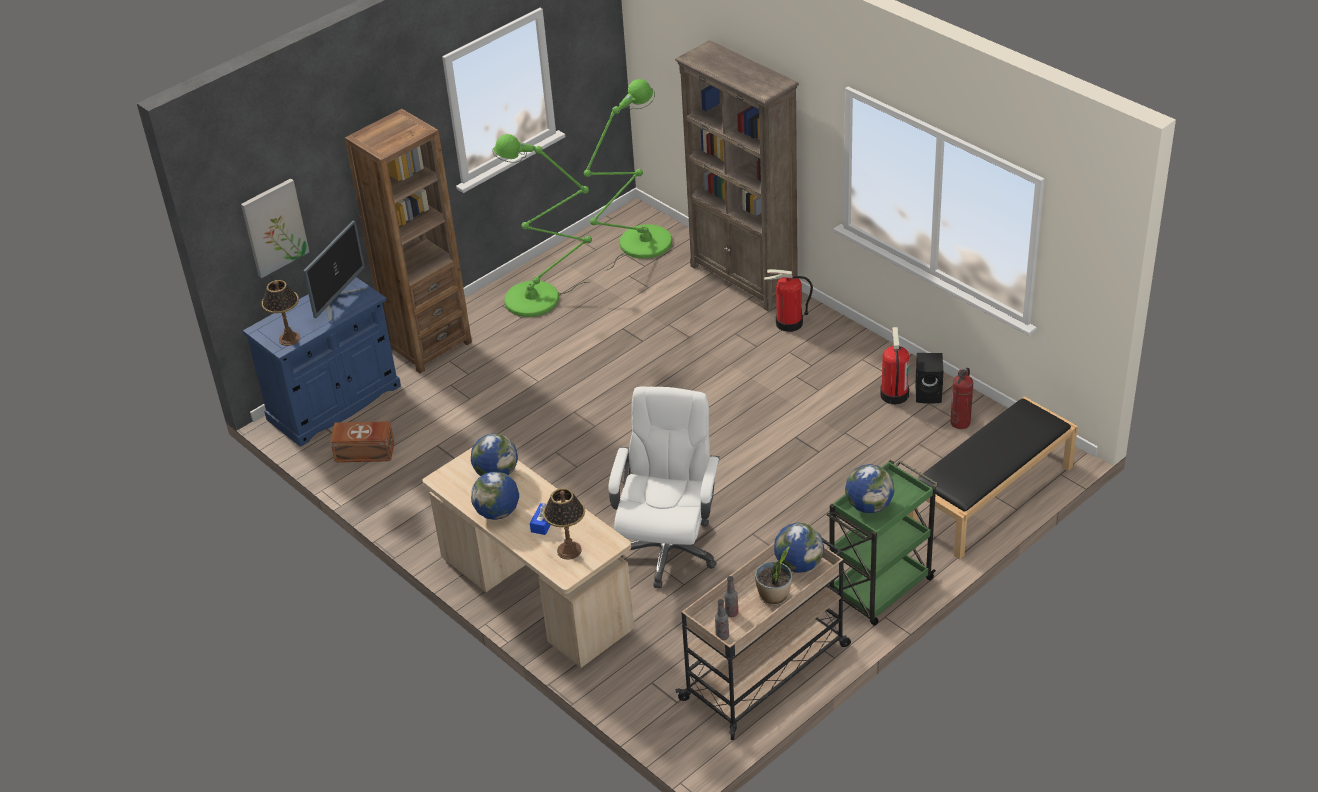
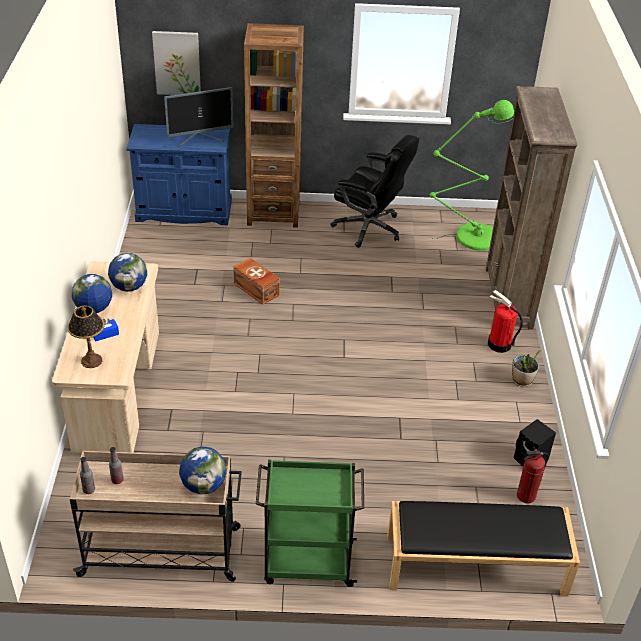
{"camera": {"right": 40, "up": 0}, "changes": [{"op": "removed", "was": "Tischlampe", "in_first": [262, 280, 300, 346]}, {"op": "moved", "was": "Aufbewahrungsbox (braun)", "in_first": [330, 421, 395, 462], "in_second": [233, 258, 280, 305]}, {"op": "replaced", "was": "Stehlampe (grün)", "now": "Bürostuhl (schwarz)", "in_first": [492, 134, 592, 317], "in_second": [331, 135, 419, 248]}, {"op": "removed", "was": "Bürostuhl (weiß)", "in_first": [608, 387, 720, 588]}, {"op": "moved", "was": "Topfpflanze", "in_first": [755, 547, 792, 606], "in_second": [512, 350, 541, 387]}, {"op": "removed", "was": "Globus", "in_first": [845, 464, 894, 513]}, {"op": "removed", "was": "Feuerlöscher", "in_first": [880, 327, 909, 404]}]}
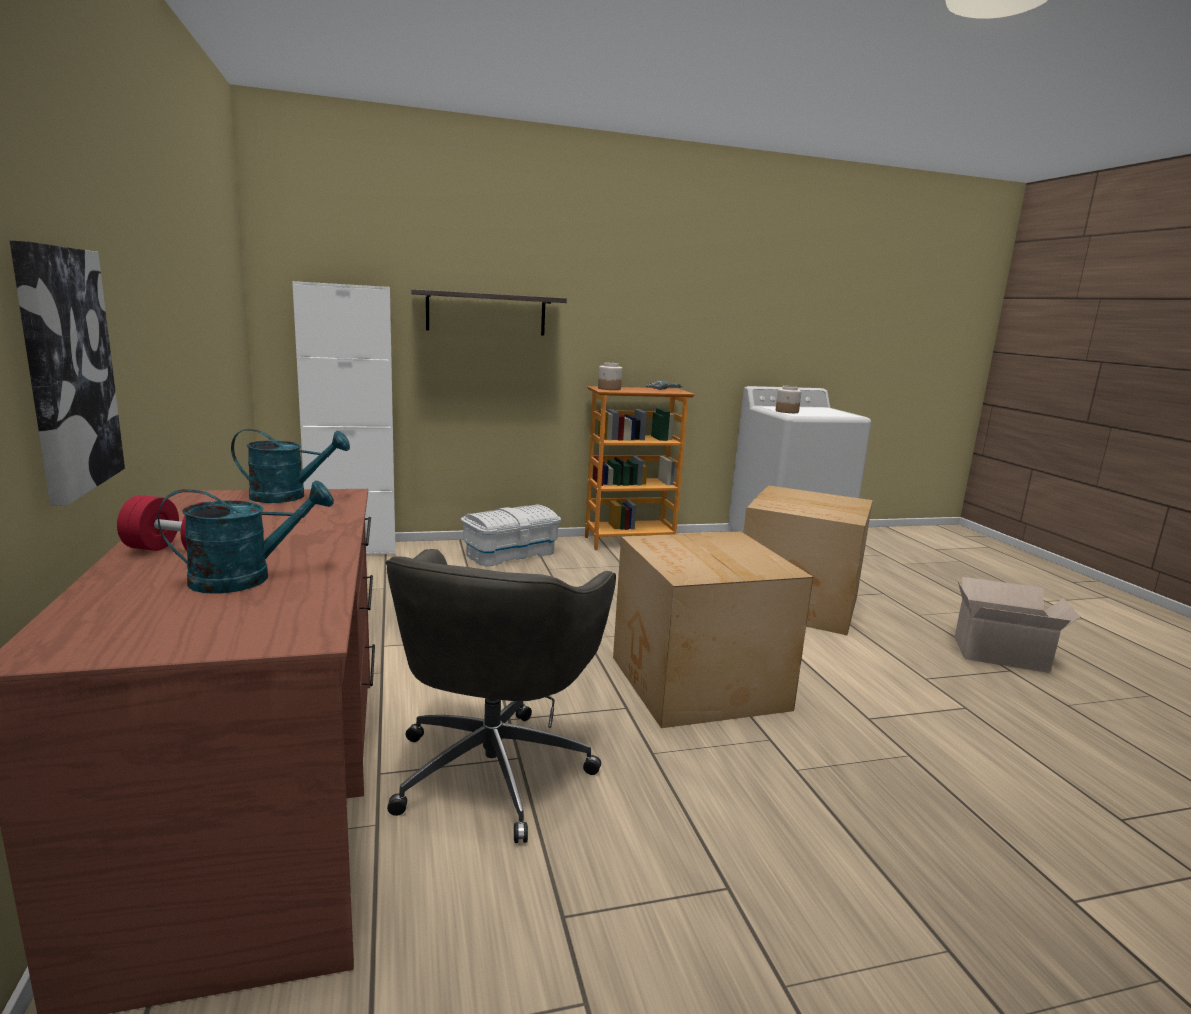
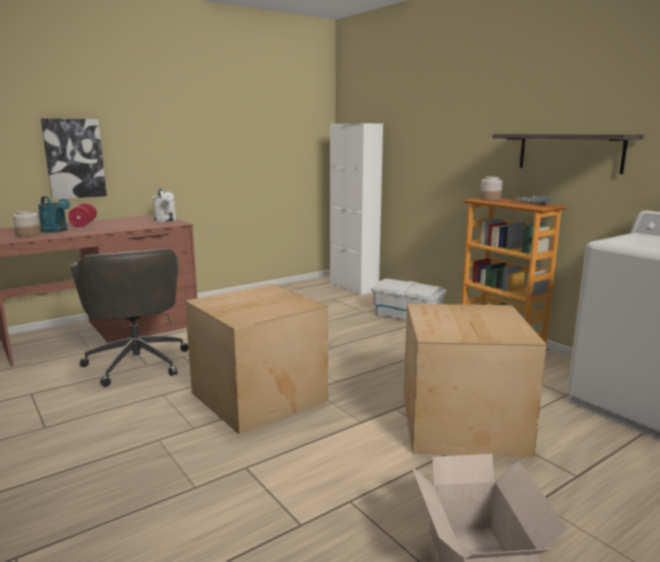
{"camera": {"right": 70, "up": 0}, "changes": [{"op": "recoloured", "was": "Gießkanne (türkis)", "now": "Gießkanne (weiß)", "in_first": [231, 429, 350, 503], "in_second": [152, 189, 176, 222]}, {"op": "turned", "was": "Bürostuhl (grau)", "in_first": [385, 549, 616, 843], "in_second": [70, 248, 188, 387], "clockwise": -105}, {"op": "moved", "was": "Wandregal", "in_first": [411, 289, 567, 336], "in_second": [492, 134, 644, 174]}, {"op": "moved", "was": "Vorratsglas", "in_first": [776, 386, 802, 413], "in_second": [13, 210, 40, 237]}]}
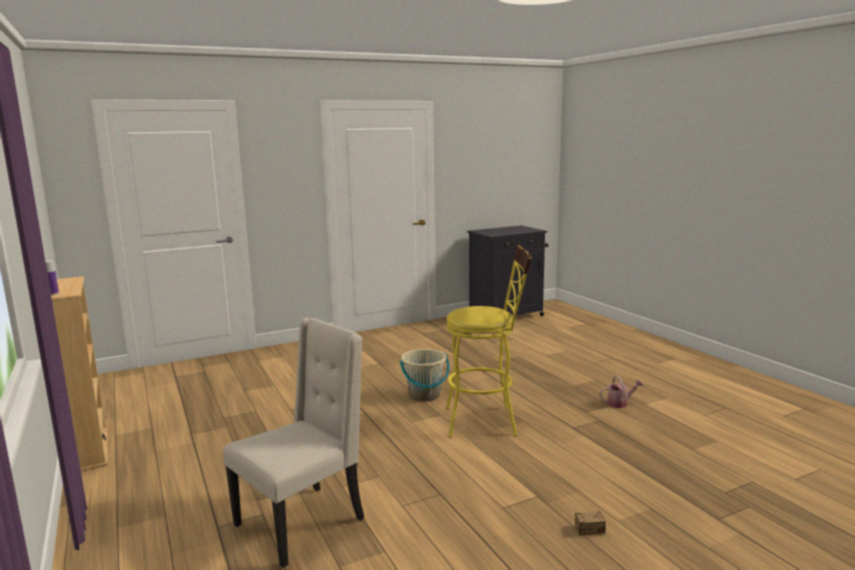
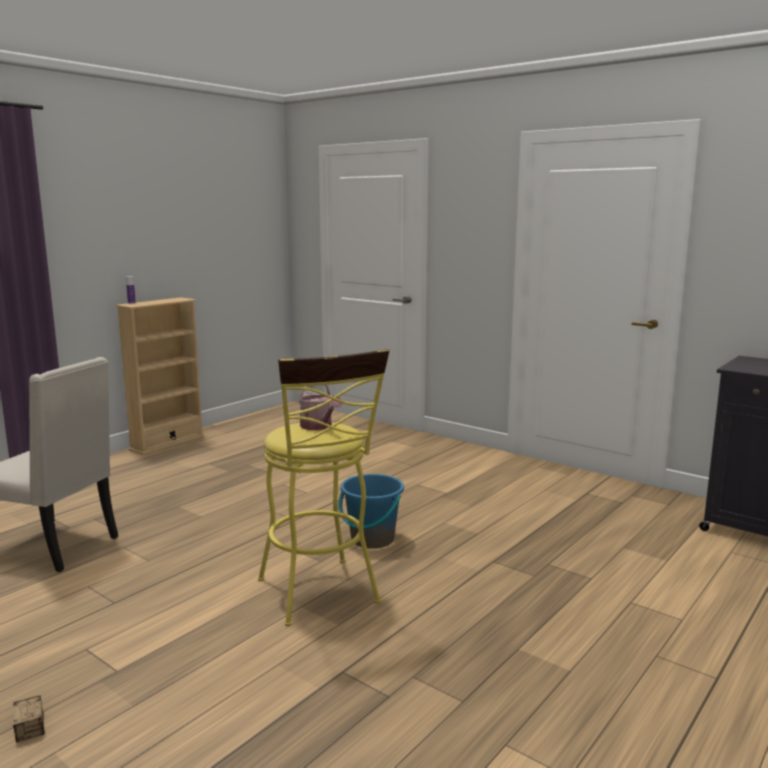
{"camera": {"right": 65, "up": 0}, "changes": [{"op": "recoloured", "was": "Eimer (beige)", "now": "Eimer (blau)", "in_first": [400, 349, 449, 401], "in_second": [338, 474, 404, 549]}, {"op": "moved", "was": "Gießkanne", "in_first": [600, 376, 643, 408], "in_second": [299, 385, 342, 430]}]}
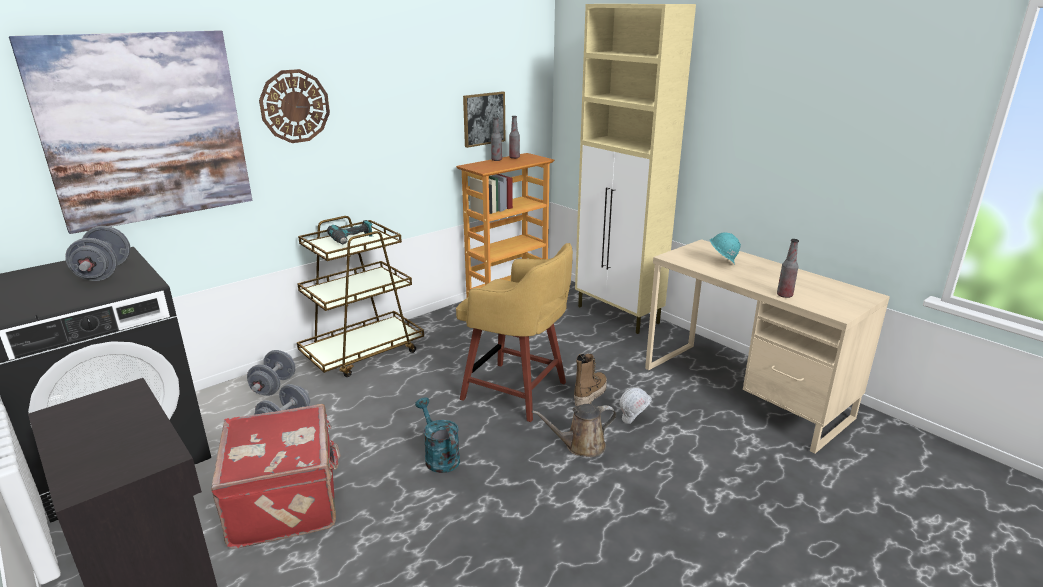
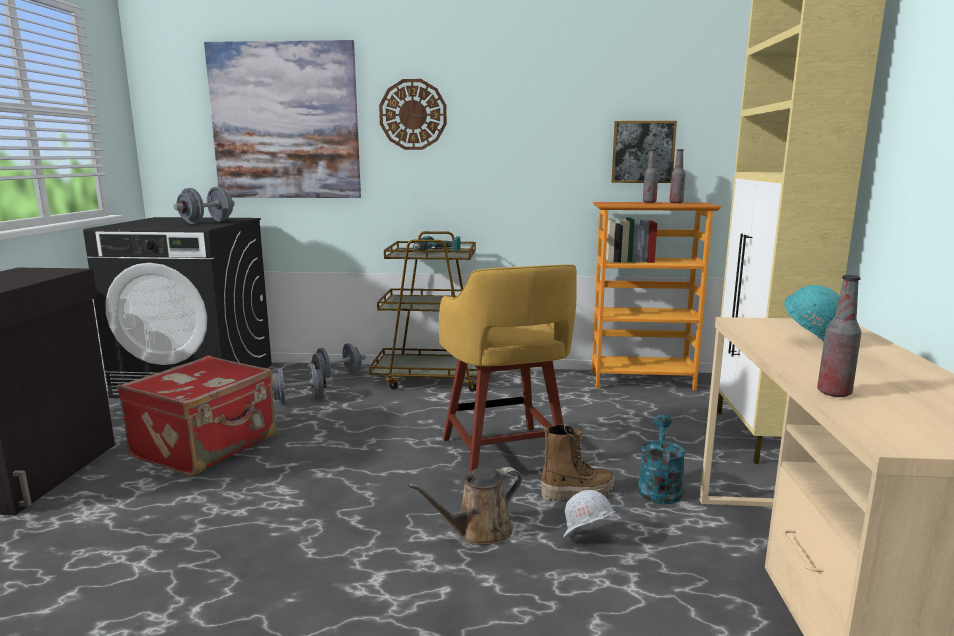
{"camera": {"right": 45, "up": -10}, "changes": [{"op": "moved", "was": "Gießkanne (türkis)", "in_first": [415, 397, 460, 473], "in_second": [638, 415, 686, 504]}, {"op": "turned", "was": "Gießkanne (braun)", "in_first": [532, 404, 616, 457], "in_second": [408, 467, 522, 545], "clockwise": -60}]}
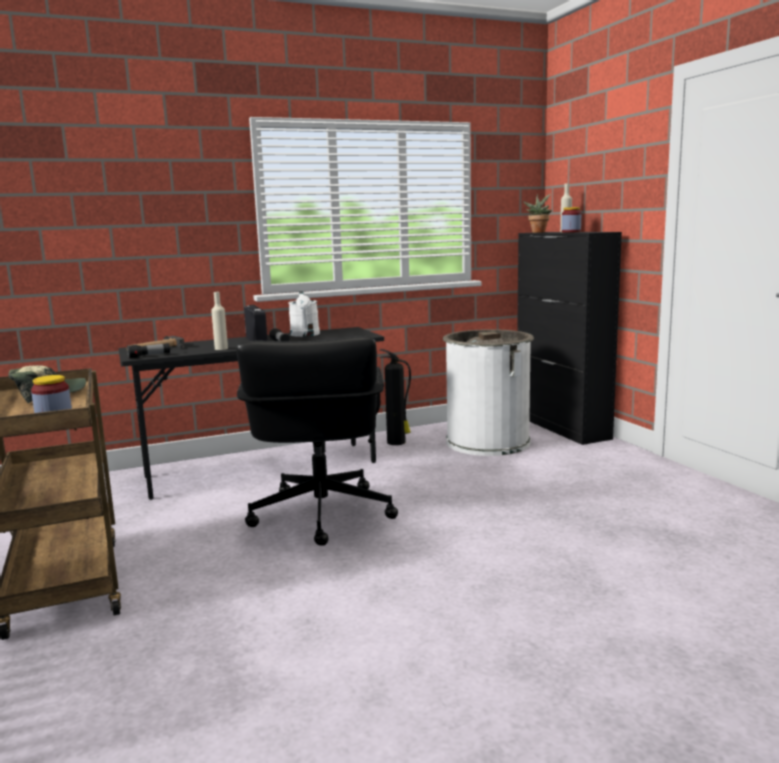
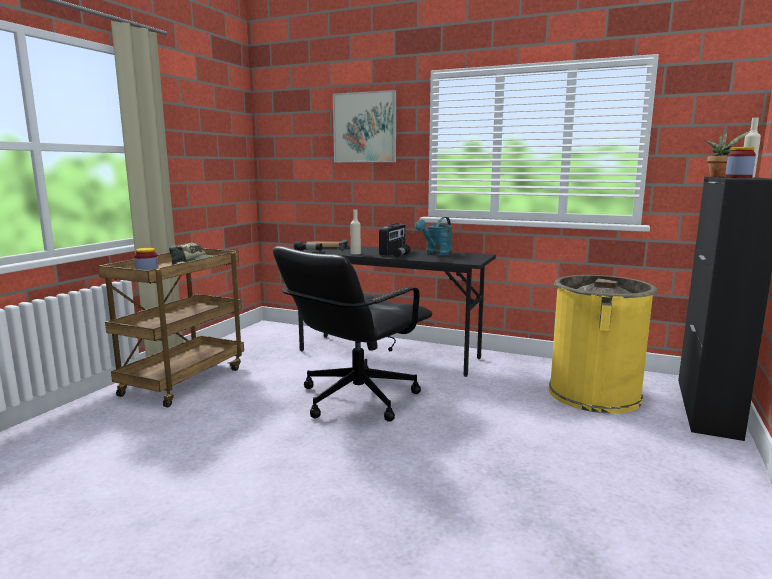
{"camera": {"right": 45, "up": 0}, "changes": [{"op": "recoloured", "was": "Gießkanne (weiß)", "now": "Gießkanne (türkis)", "in_first": [288, 291, 320, 337], "in_second": [415, 217, 452, 255]}, {"op": "removed", "was": "Feuerlöscher", "in_first": [379, 349, 411, 445]}, {"op": "recoloured", "was": "Mülleimer (weiß)", "now": "Mülleimer (gelb)", "in_first": [443, 329, 534, 456], "in_second": [549, 275, 657, 414]}, {"op": "added", "now": "Bild", "in_second": [333, 90, 396, 162]}]}
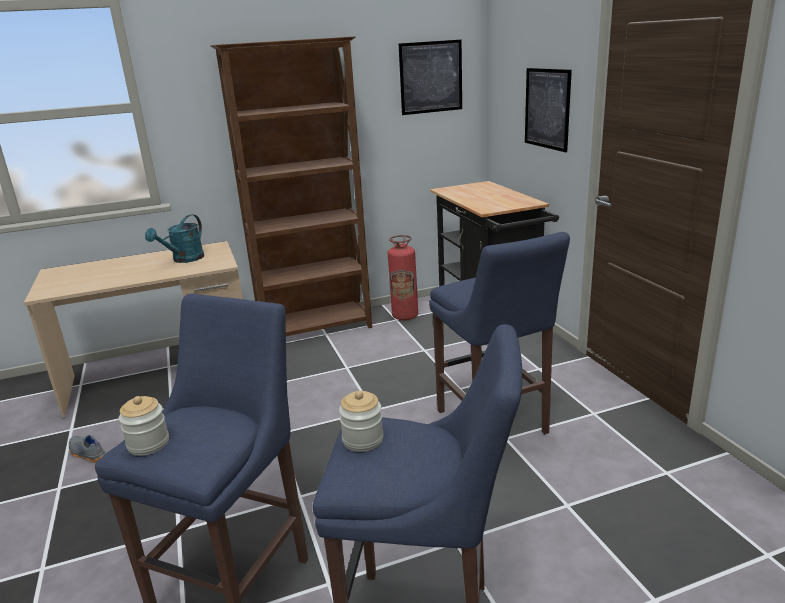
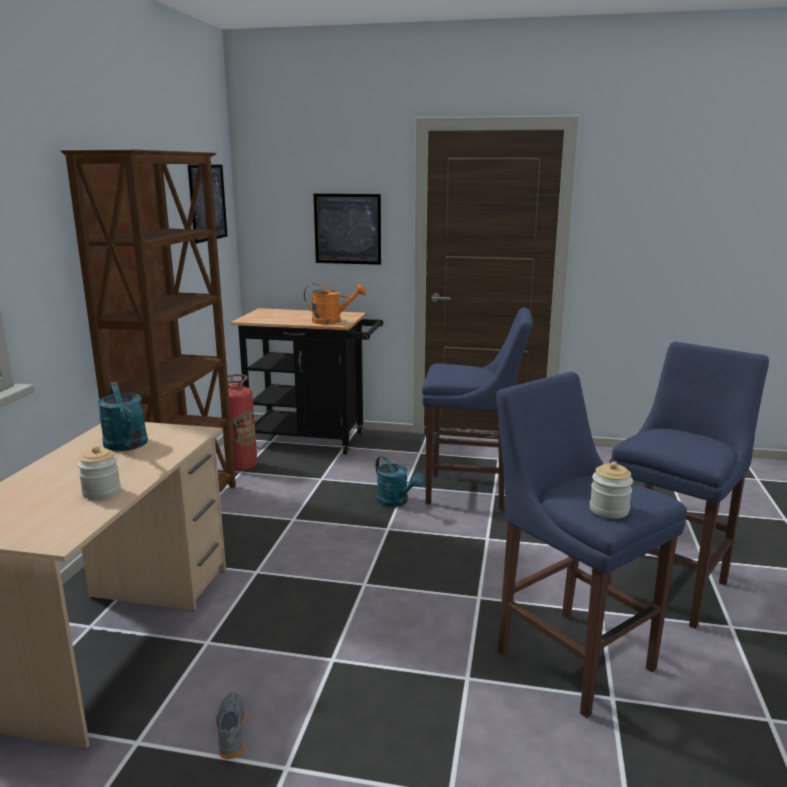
{"camera": {"right": -60, "up": -5}, "changes": [{"op": "turned", "was": "Schuh (grau)", "in_first": [69, 435, 106, 463], "in_second": [216, 692, 245, 759], "clockwise": 105}, {"op": "moved", "was": "Vorratsglas", "in_first": [339, 391, 383, 452], "in_second": [77, 446, 121, 500]}, {"op": "added", "now": "Gießkanne (orange)", "in_second": [304, 283, 366, 324]}, {"op": "added", "now": "Gießkanne (türkis)", "in_second": [375, 456, 425, 507]}]}
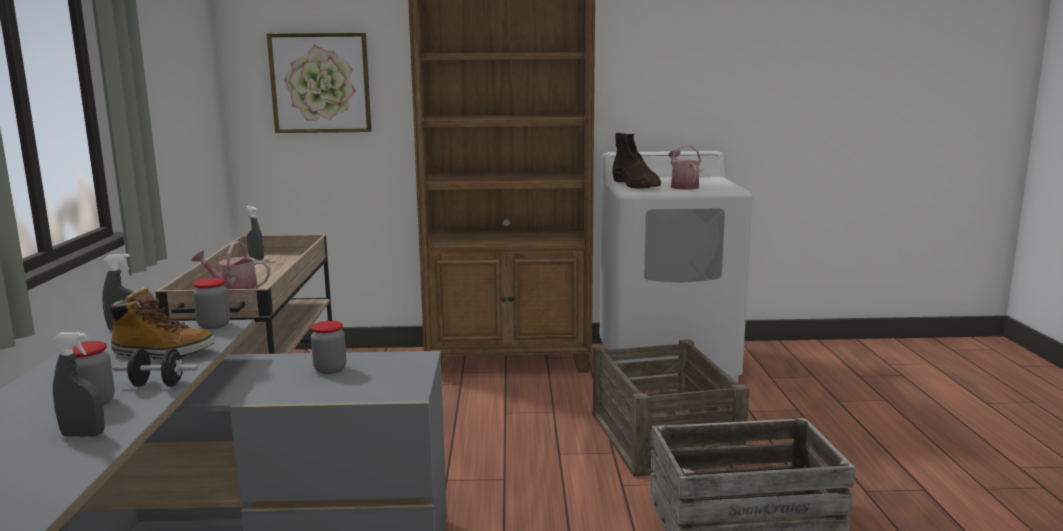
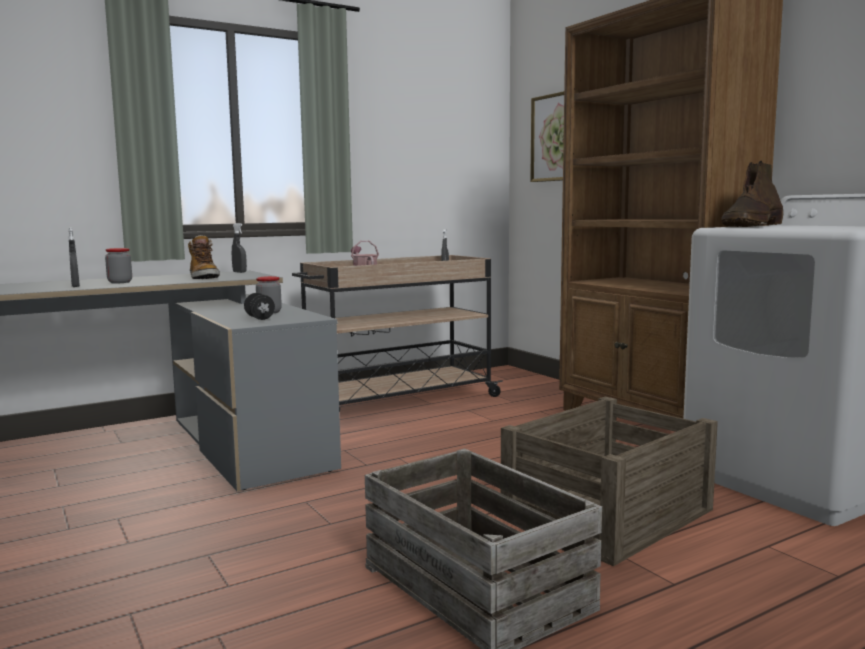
{"camera": {"right": 60, "up": -5}, "changes": [{"op": "moved", "was": "Hantel (schwarz)", "in_first": [113, 348, 198, 387], "in_second": [244, 293, 275, 320]}, {"op": "removed", "was": "Vorratsglas", "in_first": [193, 278, 230, 329]}, {"op": "removed", "was": "Gießkanne", "in_first": [669, 145, 701, 190]}]}
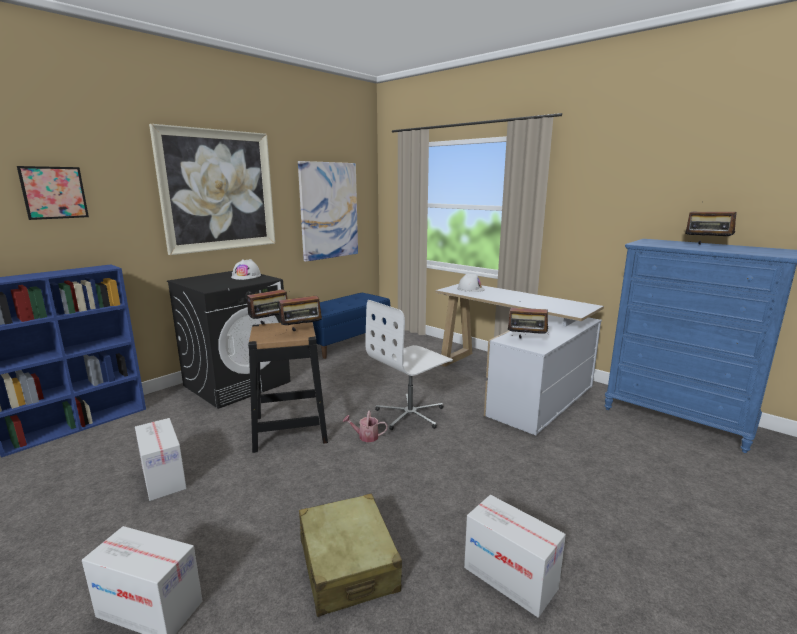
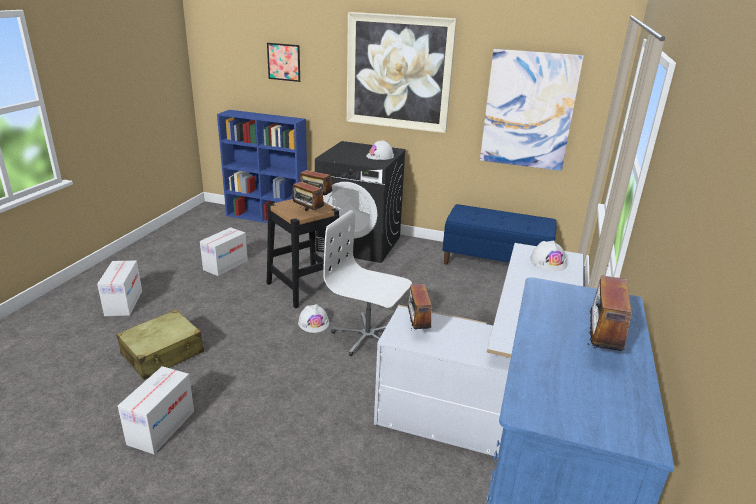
{"camera": {"right": 65, "up": 10}, "changes": [{"op": "replaced", "was": "Gießkanne", "now": "Schutzhelm (weiß)", "in_first": [343, 410, 388, 442], "in_second": [298, 304, 329, 333]}]}
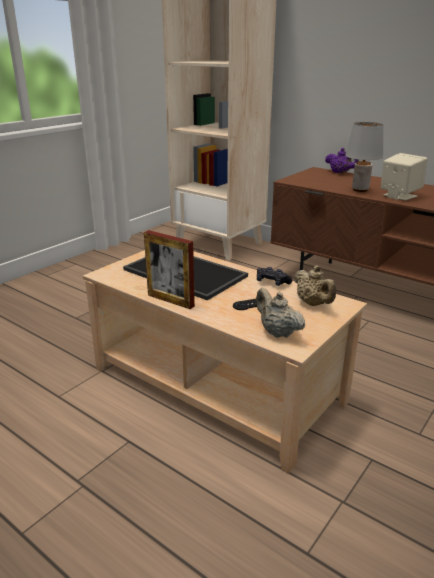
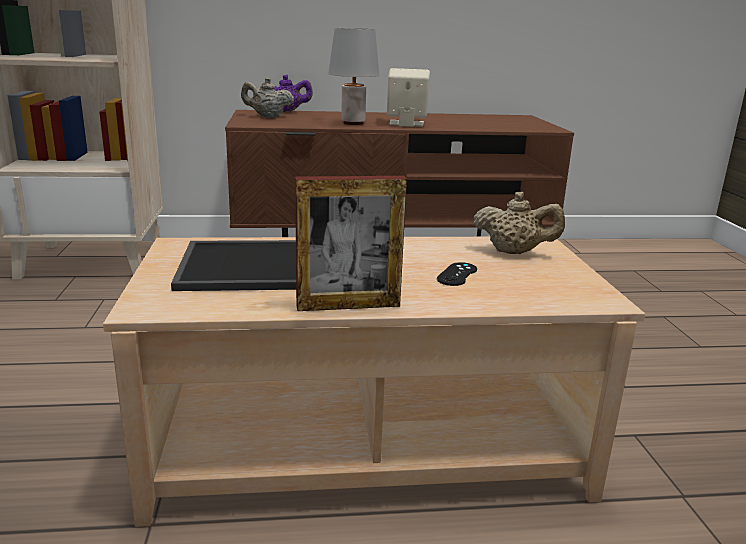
{"camera": {"right": -45, "up": -5}, "changes": [{"op": "moved", "was": "Teekanne (beige)", "in_first": [256, 288, 306, 338], "in_second": [241, 78, 294, 118]}, {"op": "removed", "was": "Gamepad (schwarz)", "in_first": [257, 267, 292, 286]}]}
